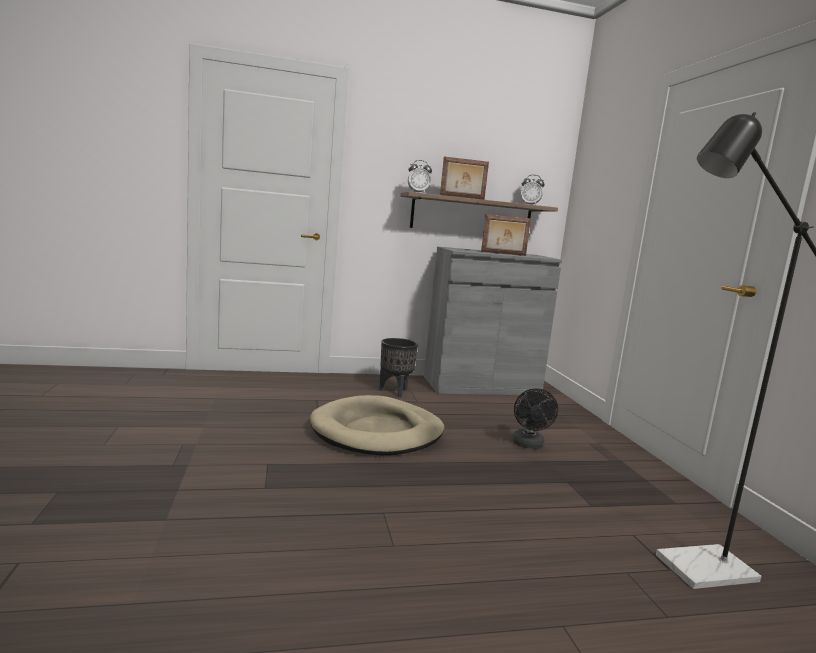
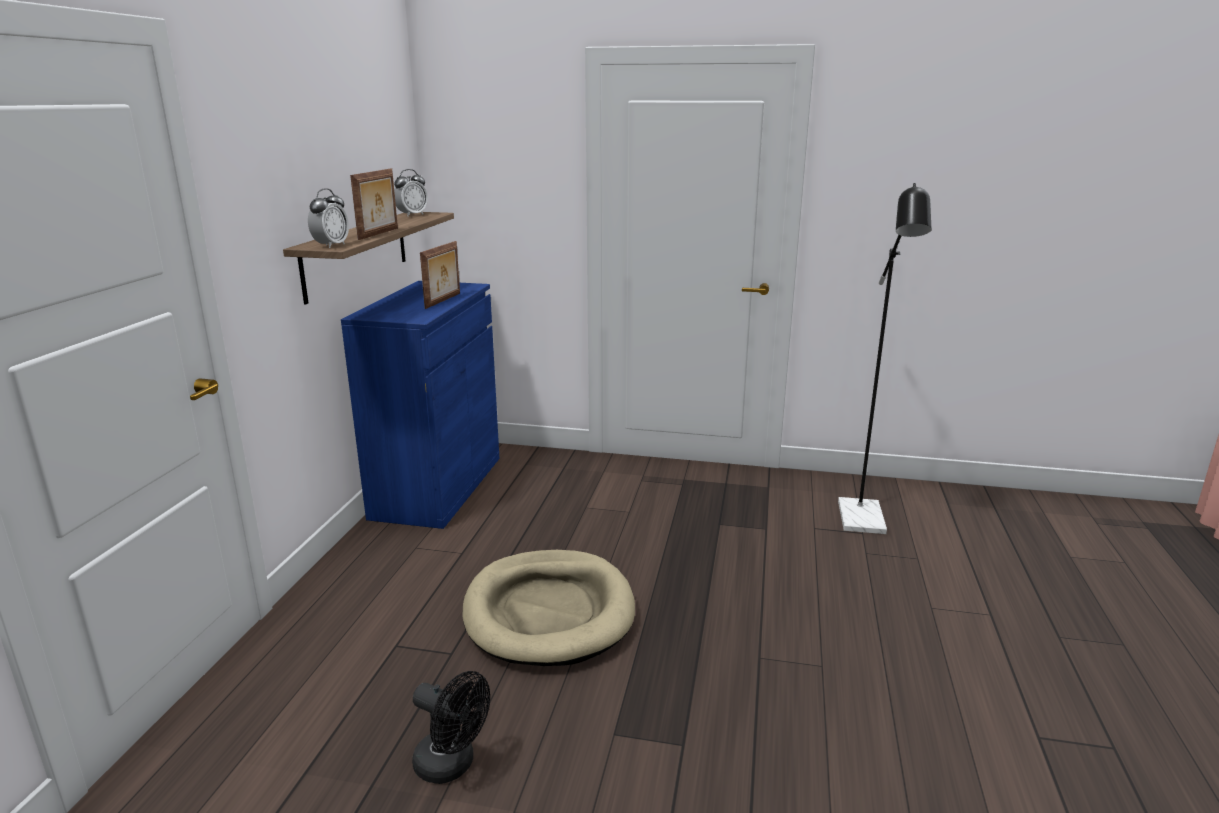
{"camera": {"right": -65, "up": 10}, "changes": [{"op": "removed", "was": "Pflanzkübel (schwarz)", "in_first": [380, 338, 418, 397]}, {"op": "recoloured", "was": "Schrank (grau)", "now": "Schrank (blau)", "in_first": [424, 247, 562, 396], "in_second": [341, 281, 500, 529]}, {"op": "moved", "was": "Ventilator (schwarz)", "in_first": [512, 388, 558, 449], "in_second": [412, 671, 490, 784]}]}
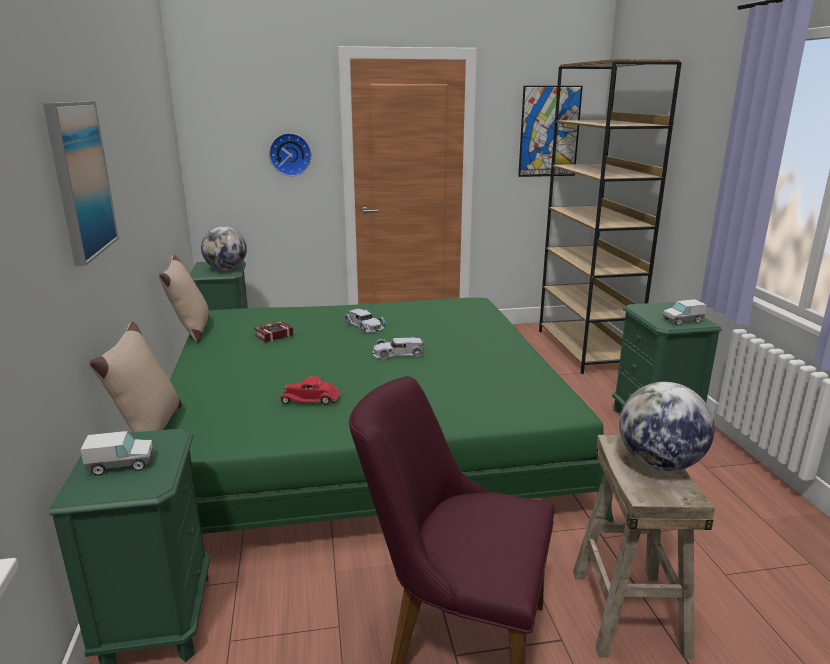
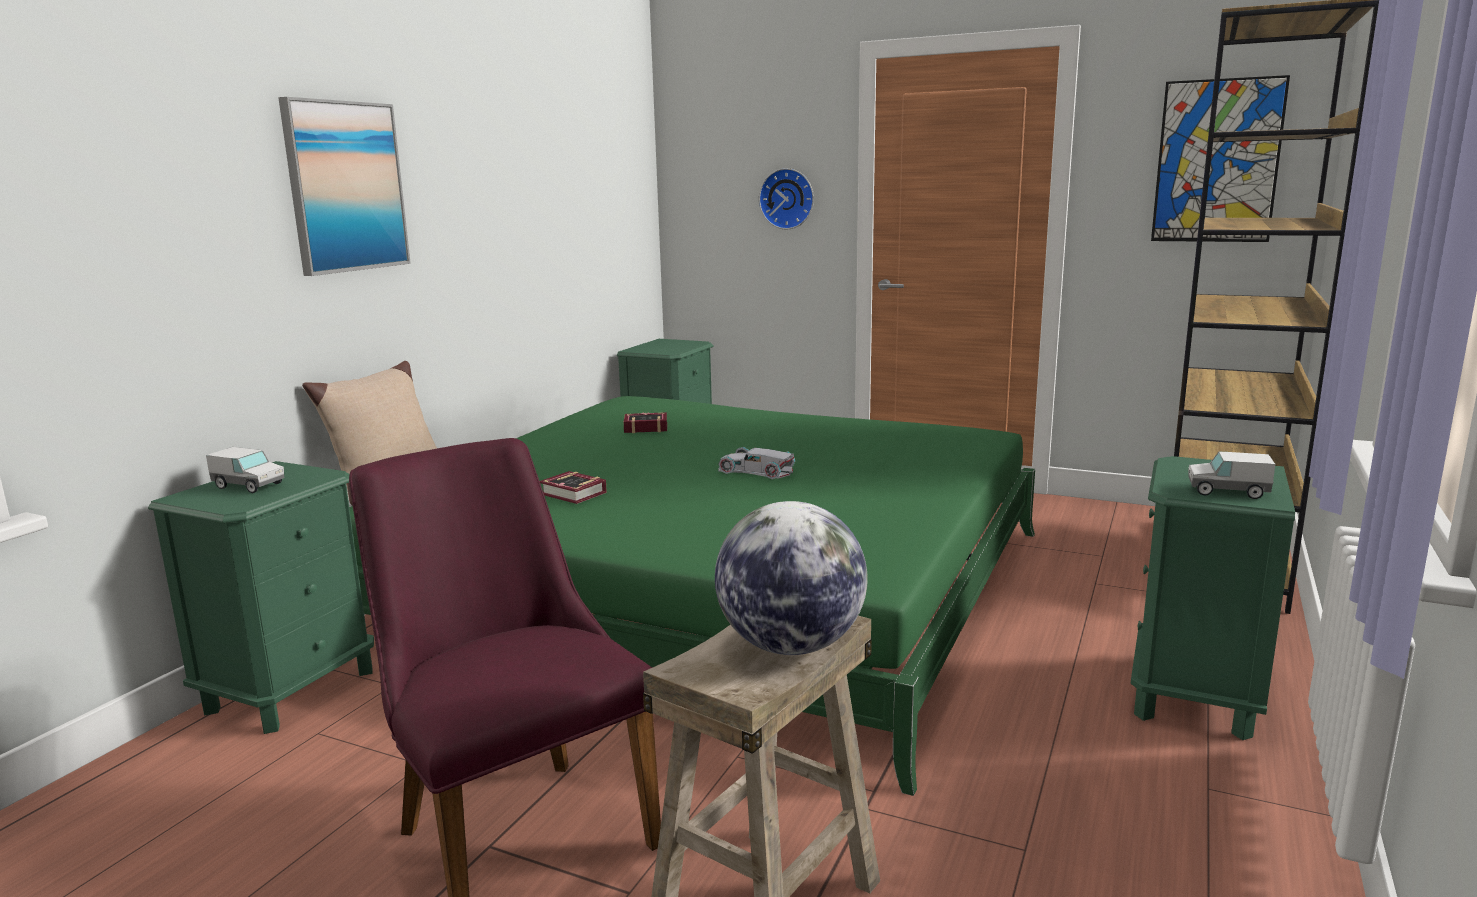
{"camera": {"right": 35, "up": -5}, "changes": [{"op": "removed", "was": "Kissen (beige)", "in_first": [159, 255, 210, 342]}, {"op": "removed", "was": "Globus", "in_first": [201, 226, 247, 271]}, {"op": "replaced", "was": "Spielzeugauto (rot)", "now": "Buch", "in_first": [279, 376, 340, 405], "in_second": [540, 471, 607, 504]}, {"op": "removed", "was": "Spielzeugauto (weiß)", "in_first": [344, 308, 385, 333]}]}
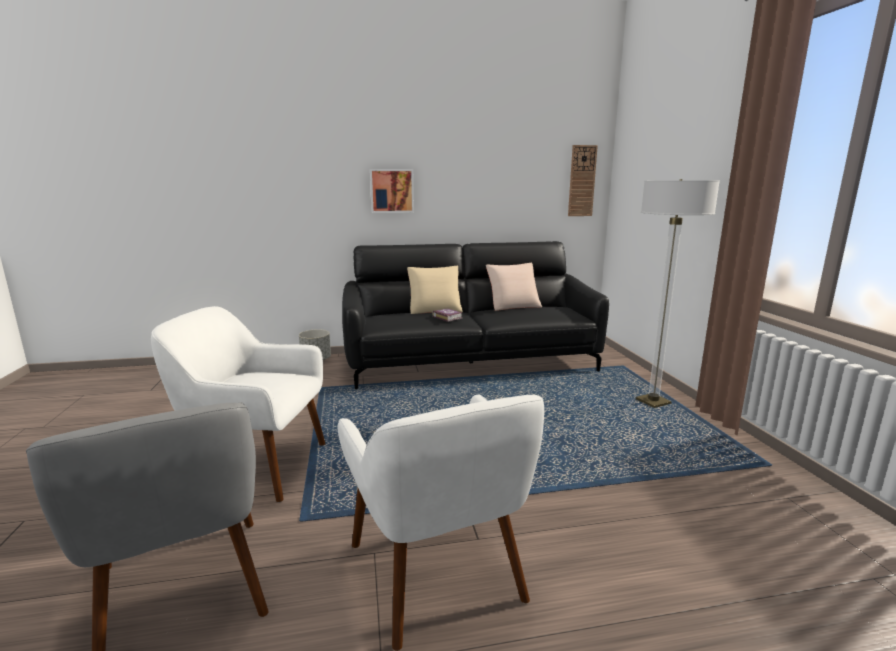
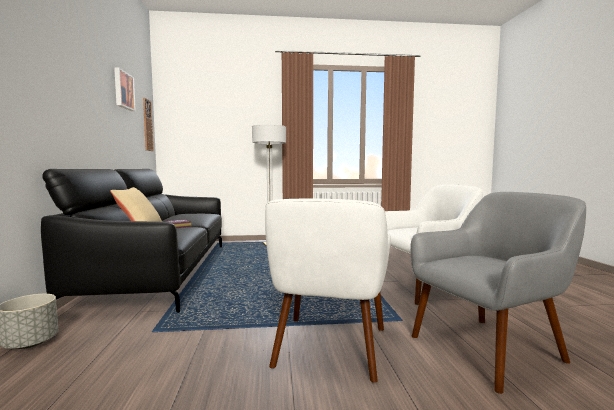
{"camera": {"right": -85, "up": -10}, "changes": [{"op": "moved", "was": "Bild", "in_first": [370, 169, 414, 213], "in_second": [114, 67, 136, 111]}, {"op": "removed", "was": "Kissen (beige)", "in_first": [486, 263, 542, 311]}]}
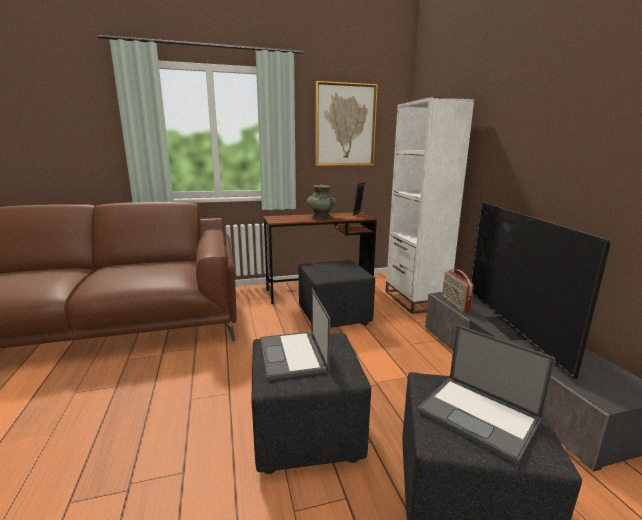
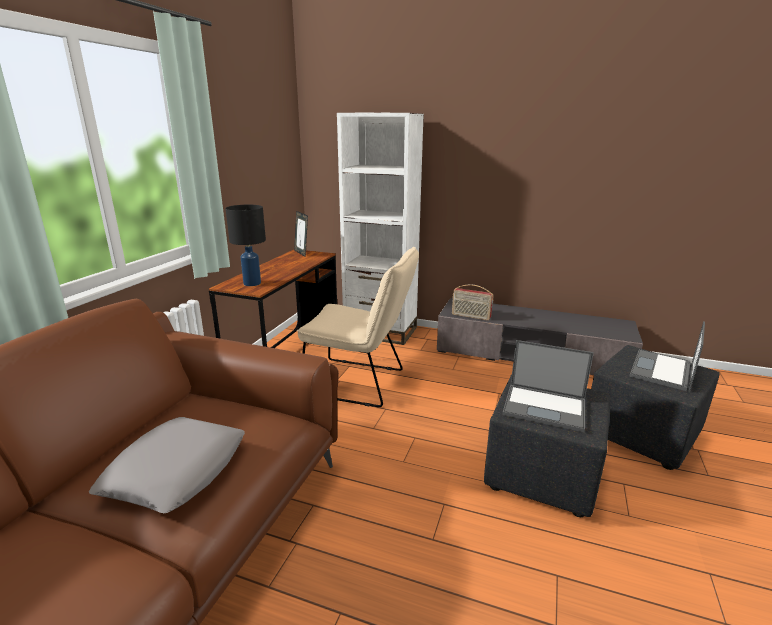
{"camera": {"right": -55, "up": 5}, "changes": [{"op": "replaced", "was": "Polsterhocker (schwarz)", "now": "Stuhl (beige)", "in_first": [298, 260, 375, 328], "in_second": [297, 247, 419, 407]}, {"op": "removed", "was": "Vase (türkis)", "in_first": [307, 185, 337, 219]}, {"op": "removed", "was": "Bild", "in_first": [315, 81, 378, 166]}, {"op": "turned", "was": "Laptop", "in_first": [418, 325, 555, 465], "in_second": [629, 321, 705, 392], "clockwise": 135}, {"op": "removed", "was": "Fernseher", "in_first": [471, 202, 610, 379]}, {"op": "added", "now": "Kissen (grau)", "in_second": [89, 417, 245, 513]}, {"op": "added", "now": "Tischlampe (schwarz)", "in_second": [225, 205, 266, 286]}]}
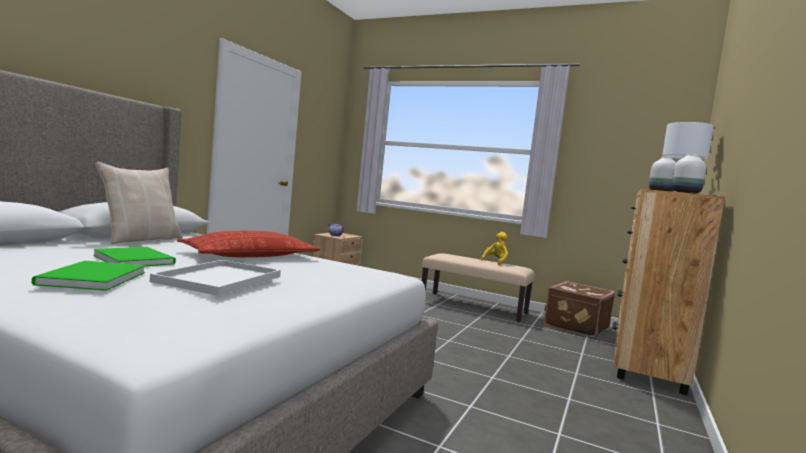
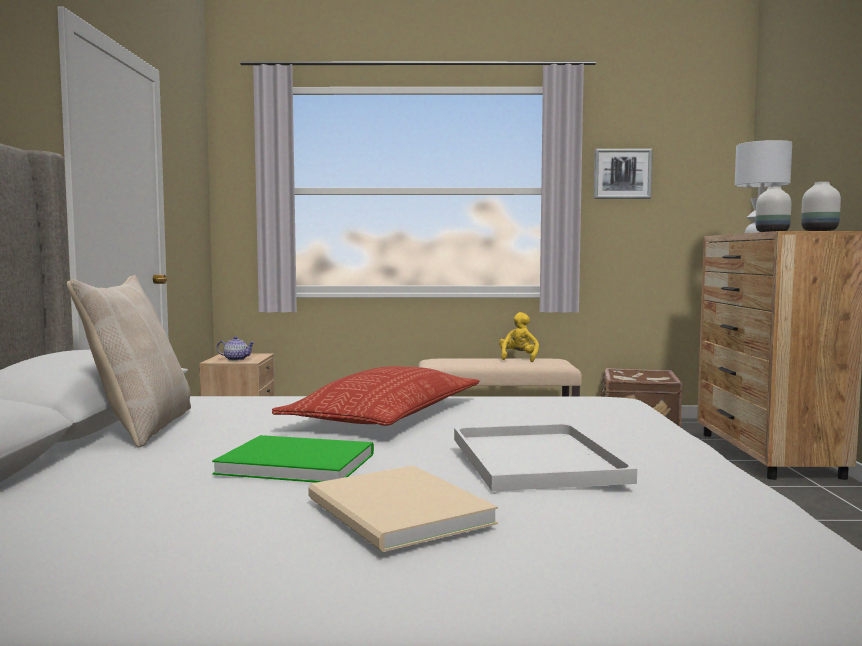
{"camera": {"right": -25, "up": 0}, "changes": [{"op": "recoloured", "was": "Buch (grün)", "now": "Buch (beige)", "in_first": [32, 261, 145, 291], "in_second": [308, 465, 498, 552]}, {"op": "added", "now": "Bild", "in_second": [594, 149, 653, 199]}]}
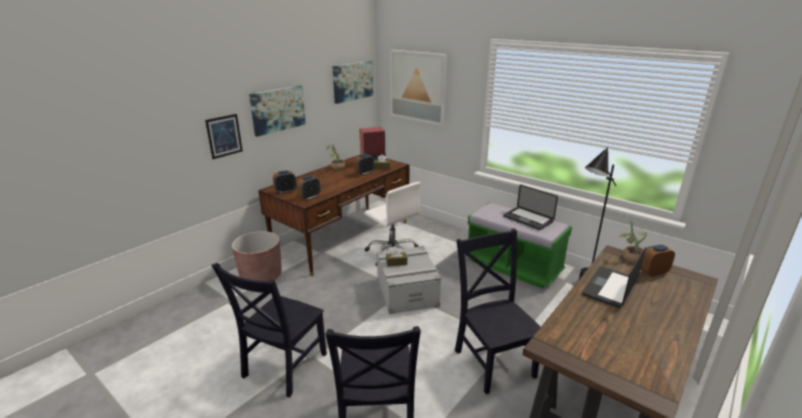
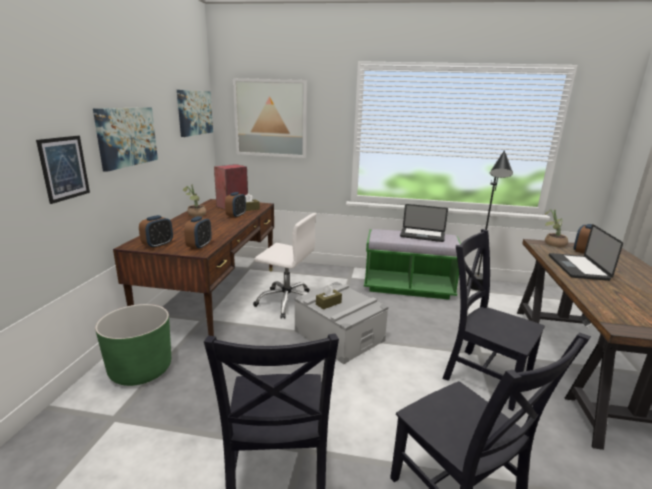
{"camera": {"right": -30, "up": -5}, "changes": [{"op": "recoloured", "was": "Pflanzkübel (braun)", "now": "Pflanzkübel (grün)", "in_first": [232, 231, 282, 281], "in_second": [95, 304, 171, 386]}]}
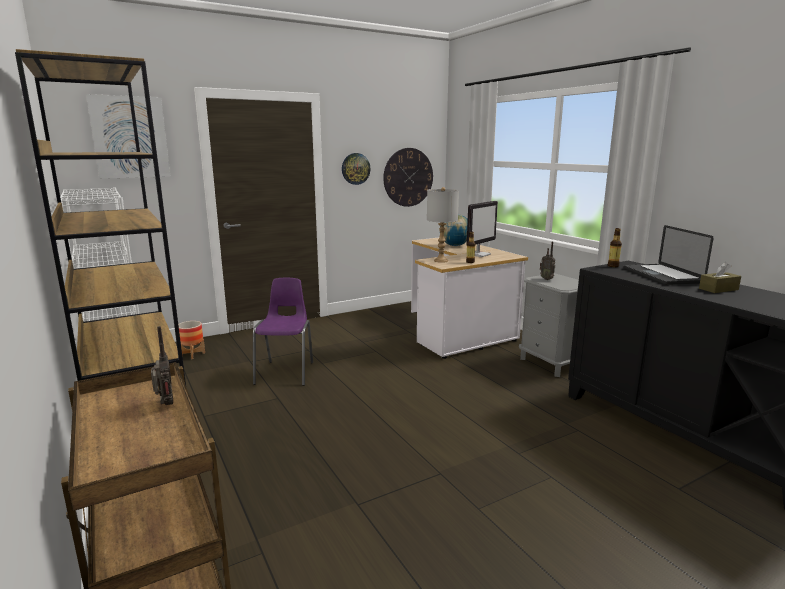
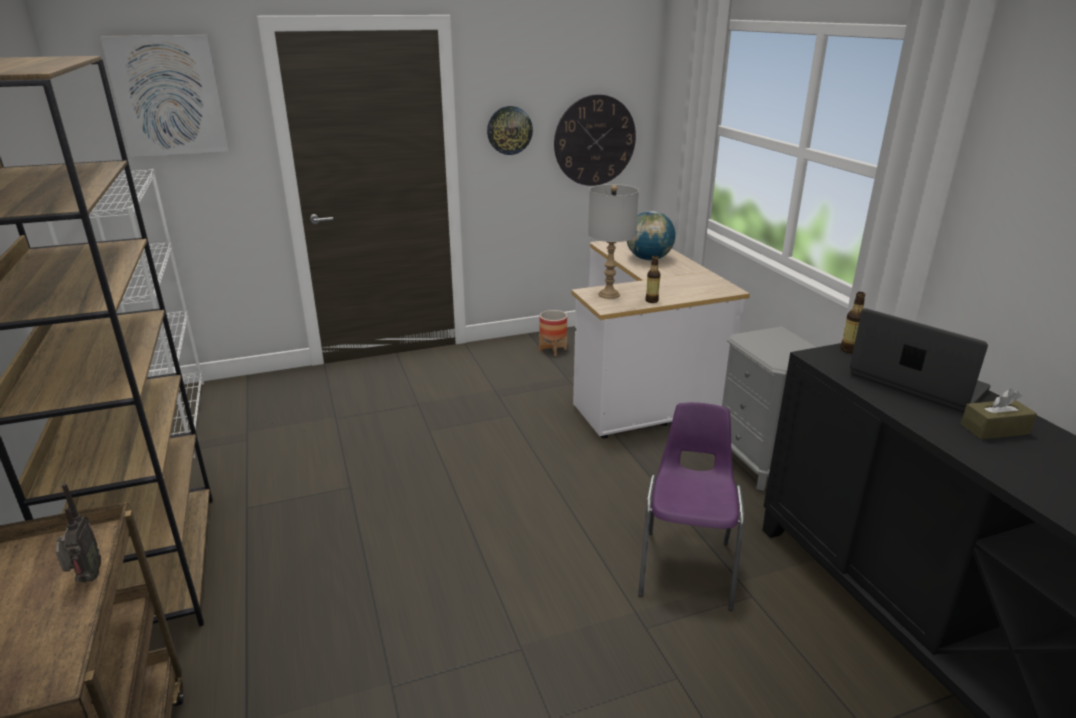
{"camera": {"right": 10, "up": 10}, "changes": [{"op": "moved", "was": "Pflanzkübel", "in_first": [178, 321, 205, 359], "in_second": [539, 310, 567, 356]}, {"op": "moved", "was": "Stuhl (lila)", "in_first": [253, 278, 313, 386], "in_second": [638, 402, 745, 611]}, {"op": "removed", "was": "Monitor", "in_first": [467, 201, 498, 257]}, {"op": "removed", "was": "Radio", "in_first": [540, 242, 555, 280]}, {"op": "turned", "was": "Laptop", "in_first": [624, 225, 714, 285], "in_second": [850, 308, 991, 412], "clockwise": 135}]}
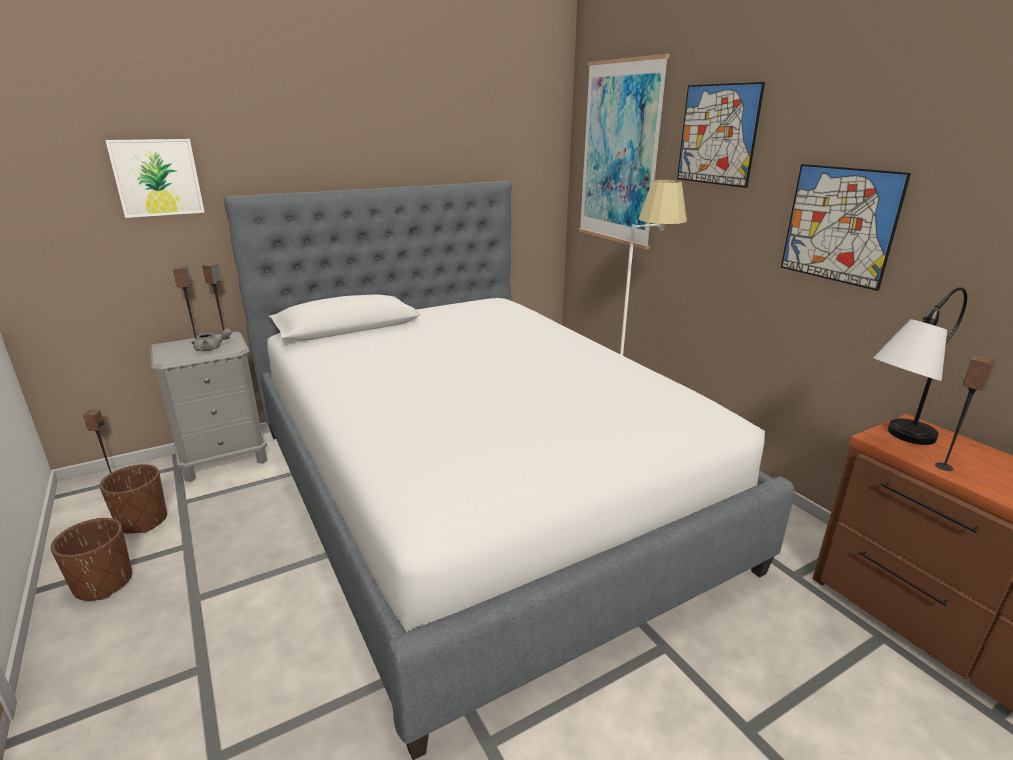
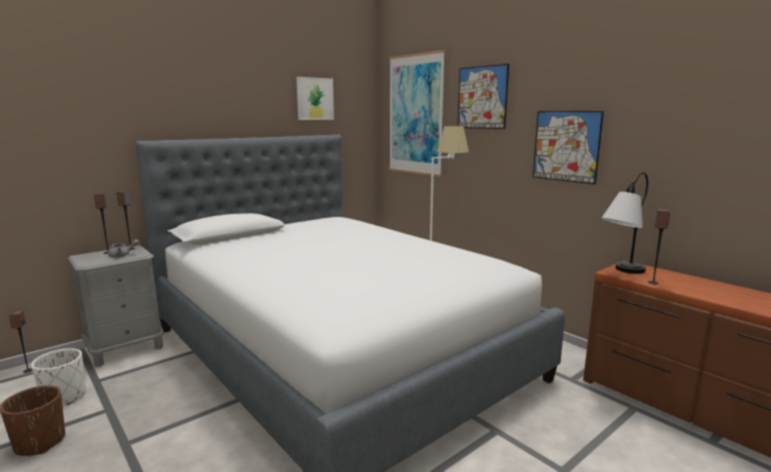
{"camera": {"right": -10, "up": -10}, "changes": [{"op": "recoloured", "was": "Pflanzkübel (braun)", "now": "Pflanzkübel (weiß)", "in_first": [100, 464, 167, 534], "in_second": [31, 348, 86, 405]}, {"op": "moved", "was": "Bild", "in_first": [105, 139, 205, 218], "in_second": [296, 77, 334, 120]}]}
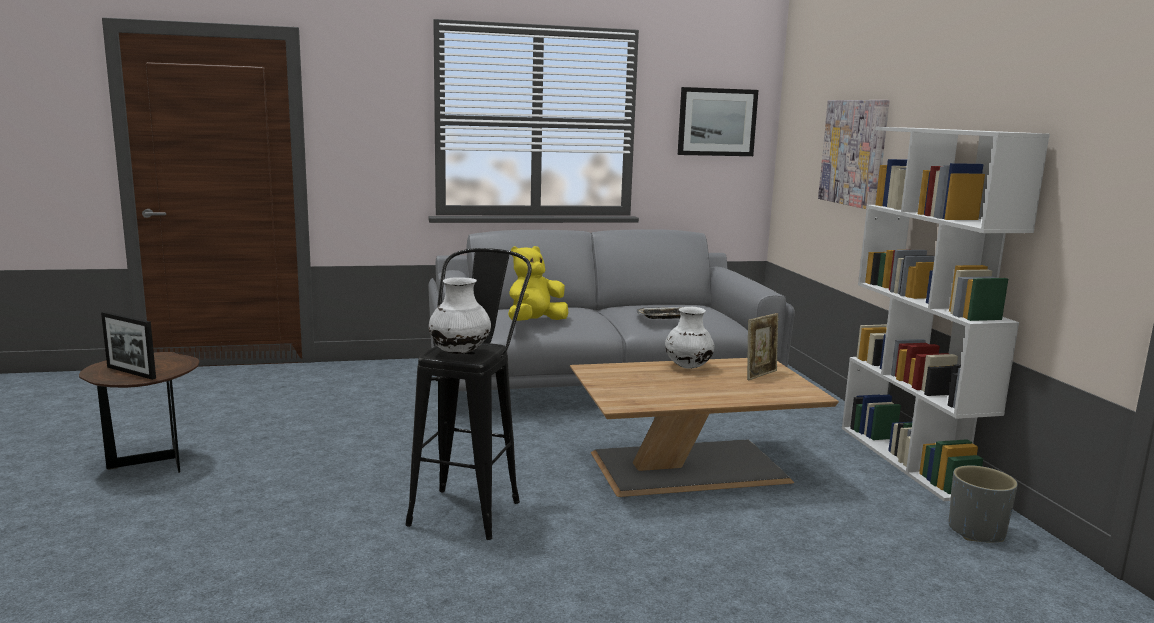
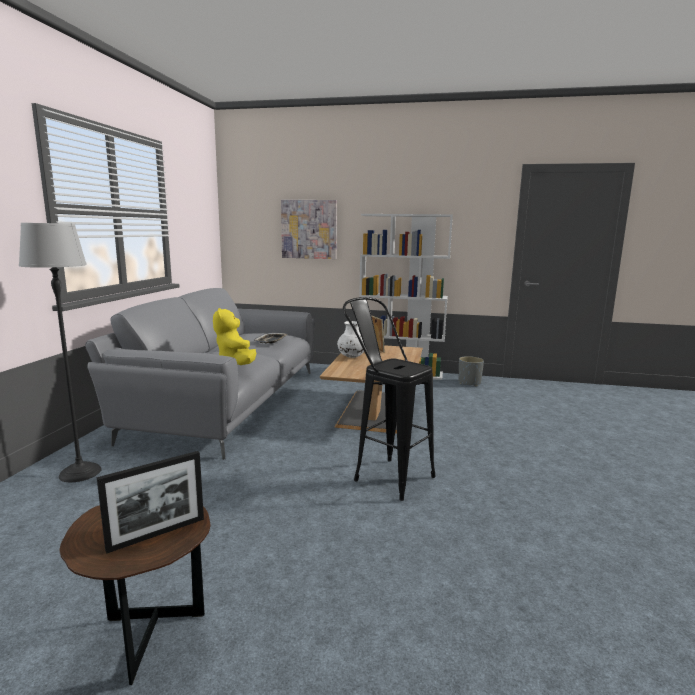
{"camera": {"right": -65, "up": 0}, "changes": [{"op": "removed", "was": "Vase (weiß)", "in_first": [429, 277, 491, 354]}, {"op": "removed", "was": "Bild", "in_first": [678, 87, 759, 156]}, {"op": "added", "now": "Stehlampe", "in_second": [19, 223, 102, 482]}]}
